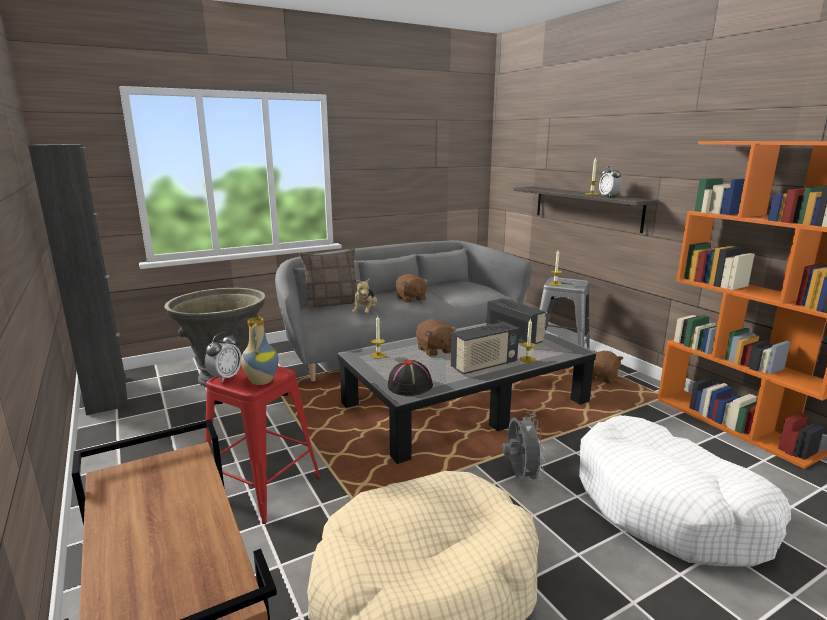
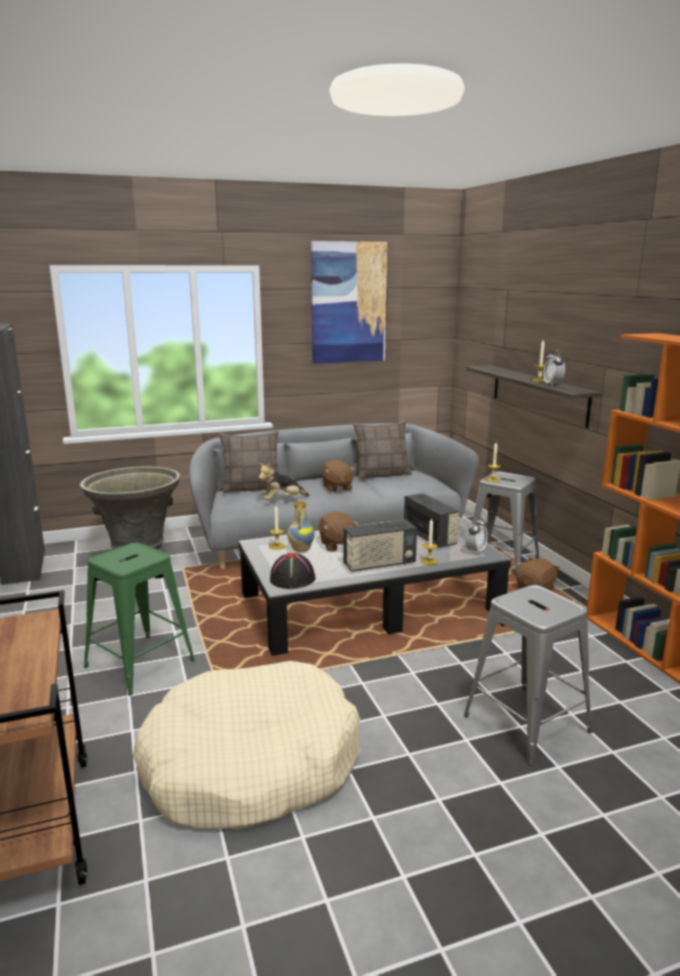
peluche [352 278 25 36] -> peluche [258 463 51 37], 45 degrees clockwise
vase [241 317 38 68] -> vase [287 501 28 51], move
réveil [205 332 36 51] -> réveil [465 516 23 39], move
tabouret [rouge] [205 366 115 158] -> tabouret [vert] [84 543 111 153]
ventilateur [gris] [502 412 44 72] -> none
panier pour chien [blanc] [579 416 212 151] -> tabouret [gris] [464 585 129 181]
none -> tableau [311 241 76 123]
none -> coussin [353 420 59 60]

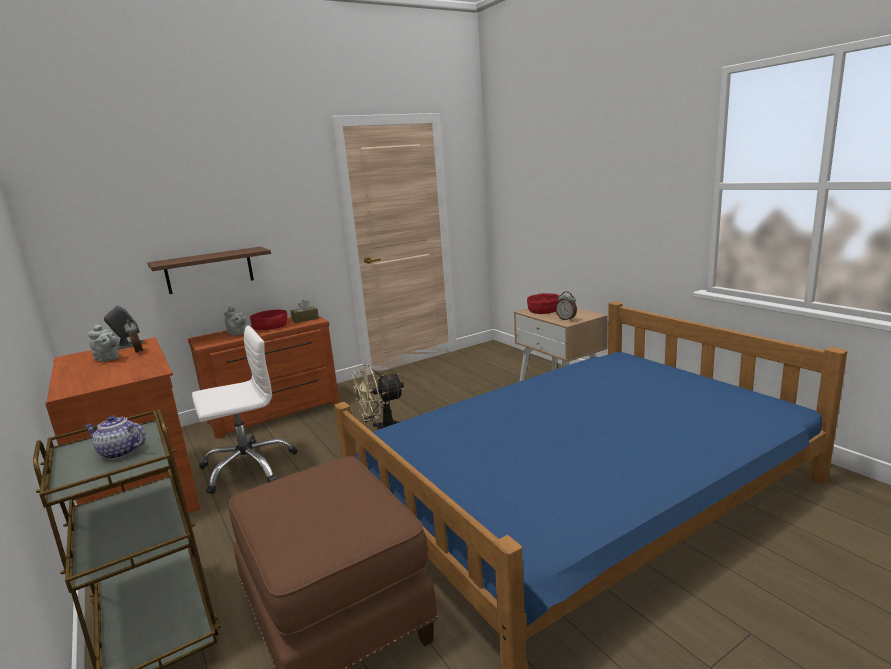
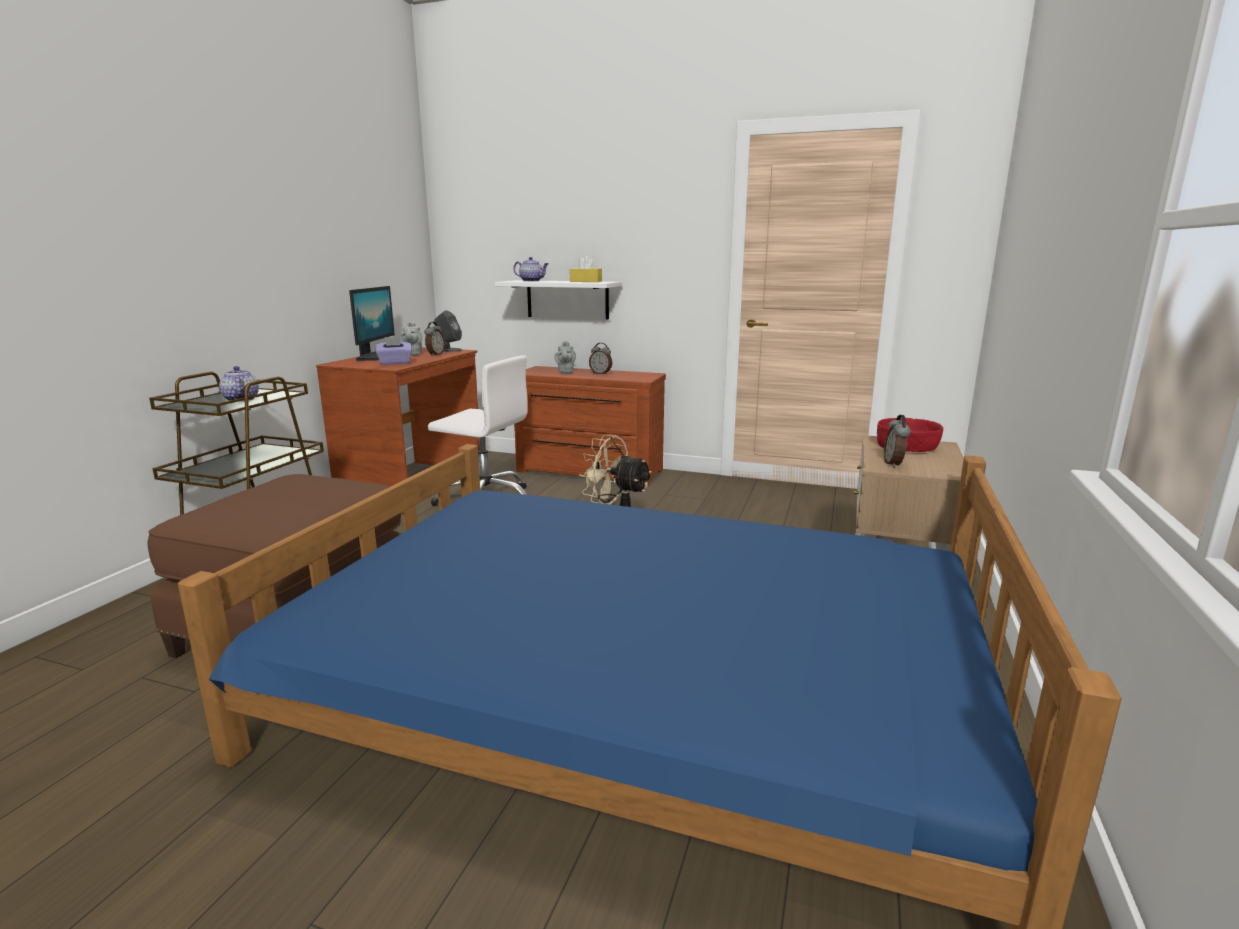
étagère [marron] [147 247 124 47] -> étagère [blanc] [495 280 127 39]
boîte à mouchoirs [marron] [291 300 28 23] -> none
bol [rouge] [250 309 37 21] -> réveil [589 343 23 32]
none -> boîte à mouchoirs [jaune] [570 256 32 26]
none -> théière [513 257 35 24]
none -> écran d'ordinateur [349 286 46 75]
none -> boîte à mouchoirs [violet] [376 337 36 28]

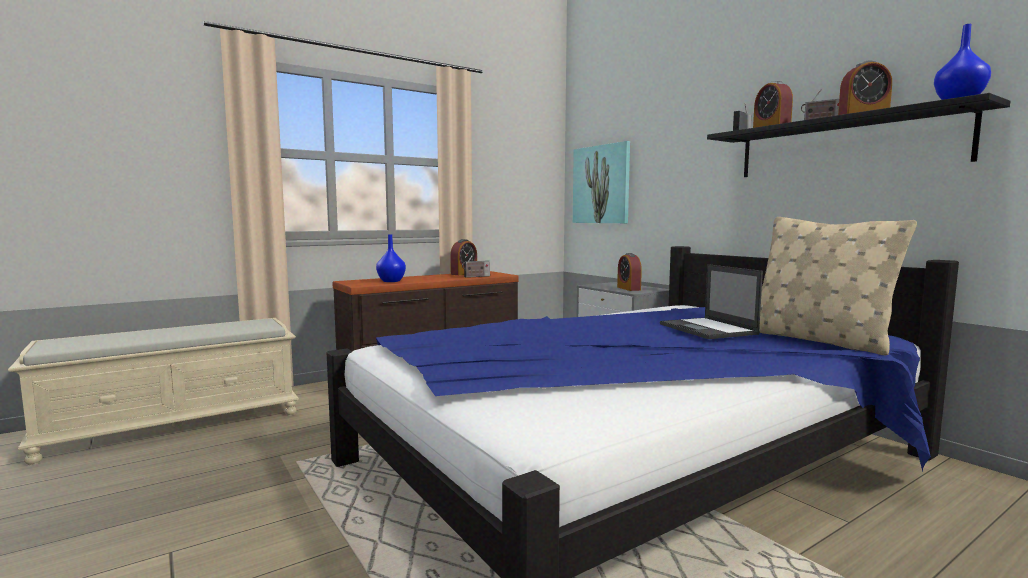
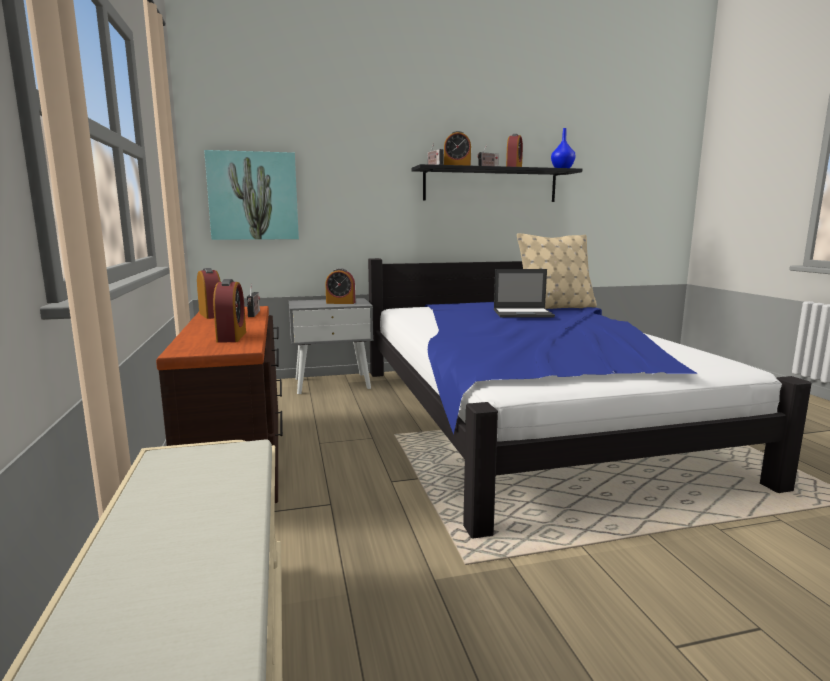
vase [bleu] [376 234 30 48] -> réveil [213 279 33 64]

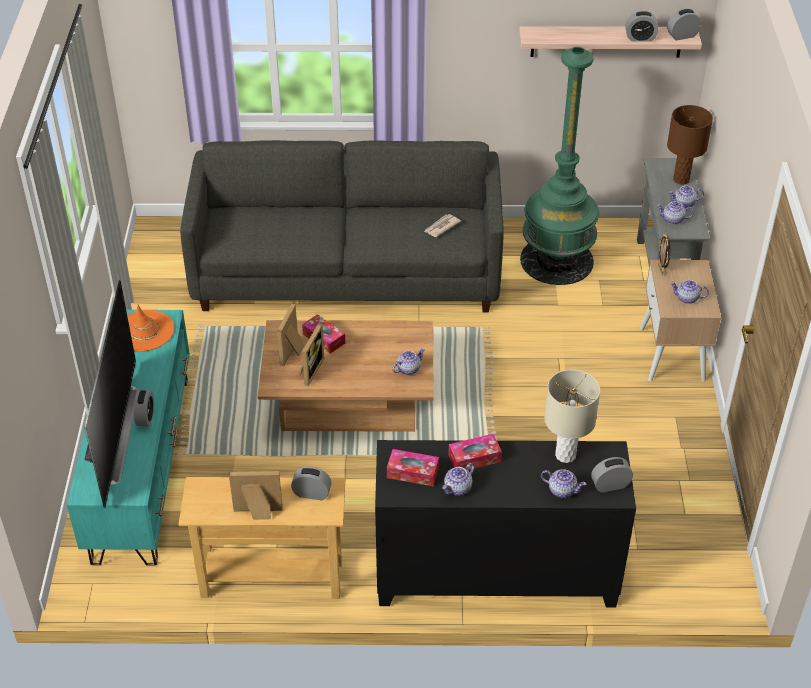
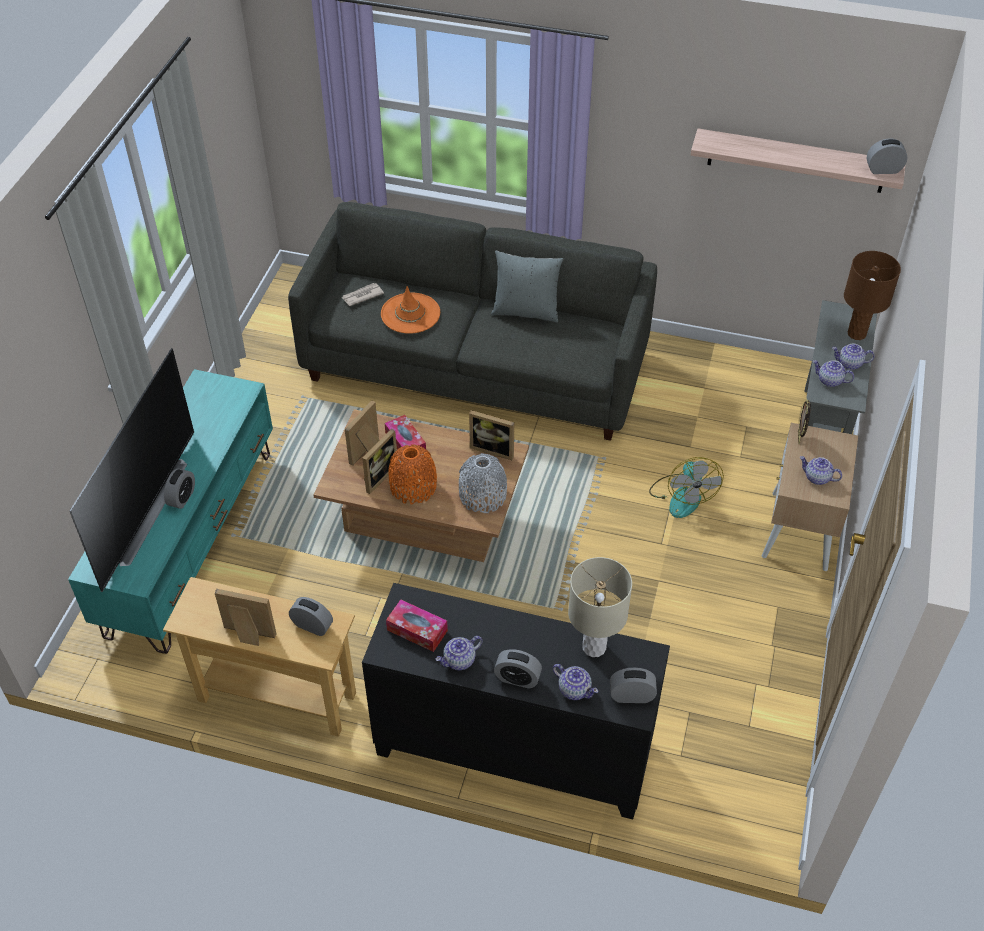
réveil [626 11 32 31] -> réveil [494 649 48 40], move
lampadaire [vert] [520 47 79 238] -> none
journal [424 214 37 23] -> journal [342 283 42 23], move
chapeau [orange] [127 305 48 46] -> chapeau [orange] [381 286 59 48], move
théière [392 348 33 27] -> vase [gris] [459 453 48 60]
boîte à mouchoirs [448 434 54 36] -> none
none -> coussin [gris] [491 251 72 72]
none -> cadre photo [469 410 45 50]
none -> vase [orange] [389 444 48 61]
none -> ventilateur [649 457 75 61]

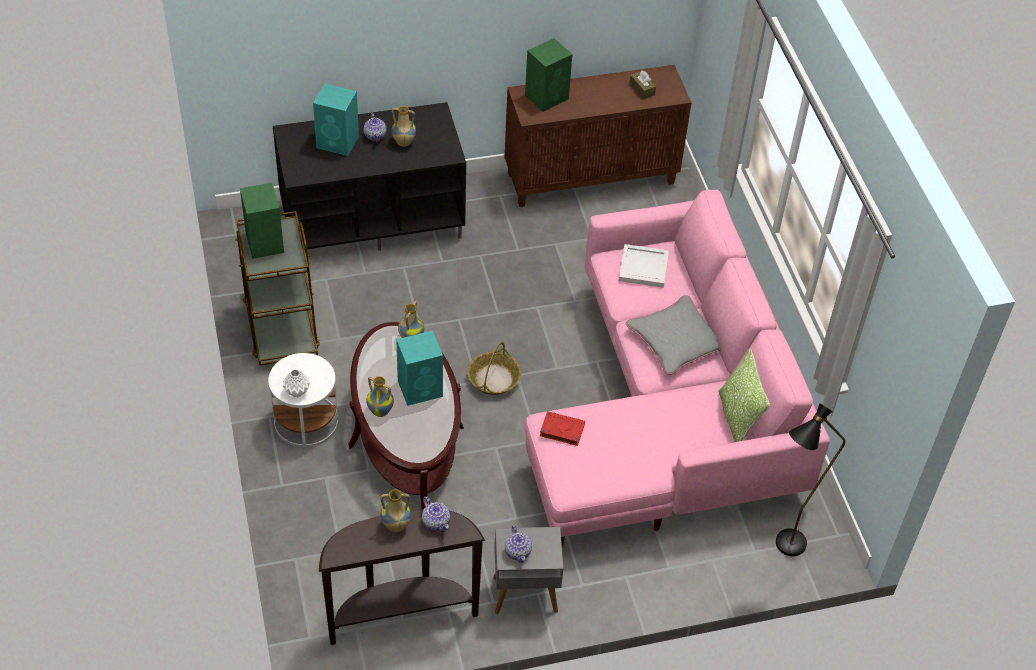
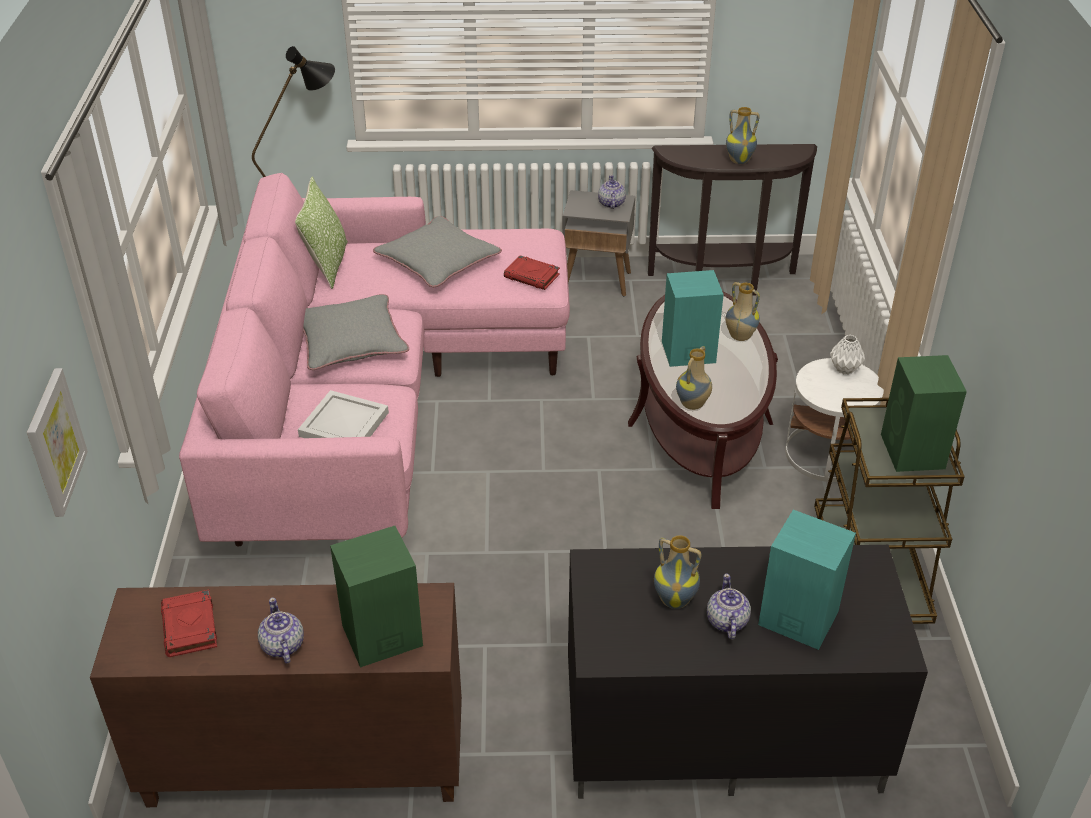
boîte à mouchoirs [marron] [629 70 27 29] -> livre [rouge] [161 590 56 67]
panier [467 342 54 53] -> none
théière [422 496 28 36] -> théière [258 597 46 67], move
none -> coussin [gris] [373 216 129 71]
none -> tableau [27 368 61 149]

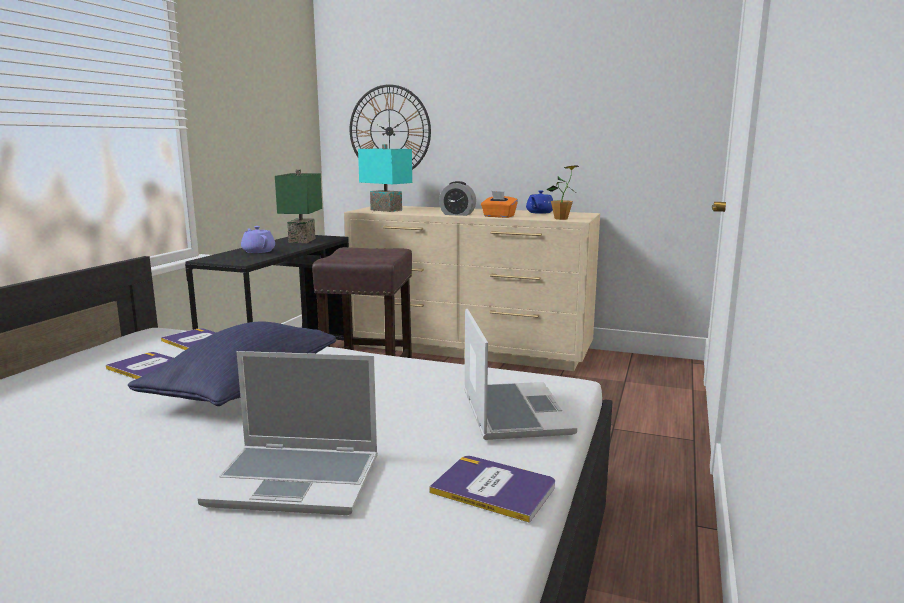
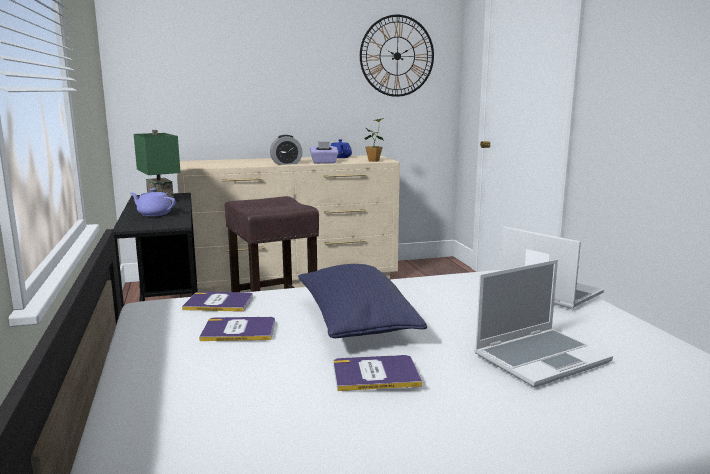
horloge murale [350 84 81 86] -> horloge murale [360 15 74 82], move
lampe de table [turquoise] [358 144 54 68] -> none
boîte à mouchoirs [orange] [481 191 37 27] -> boîte à mouchoirs [violet] [310 142 28 22]
livre [429 456 126 67] -> livre [333 355 89 36], move

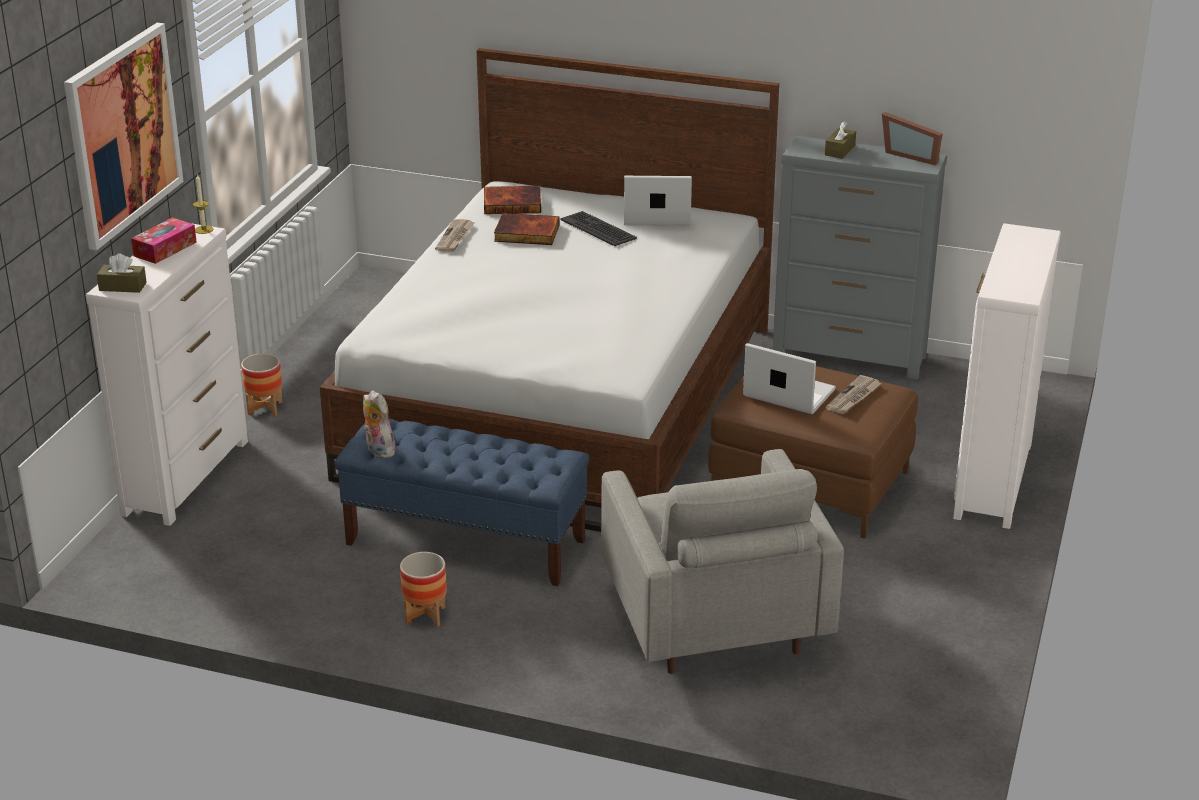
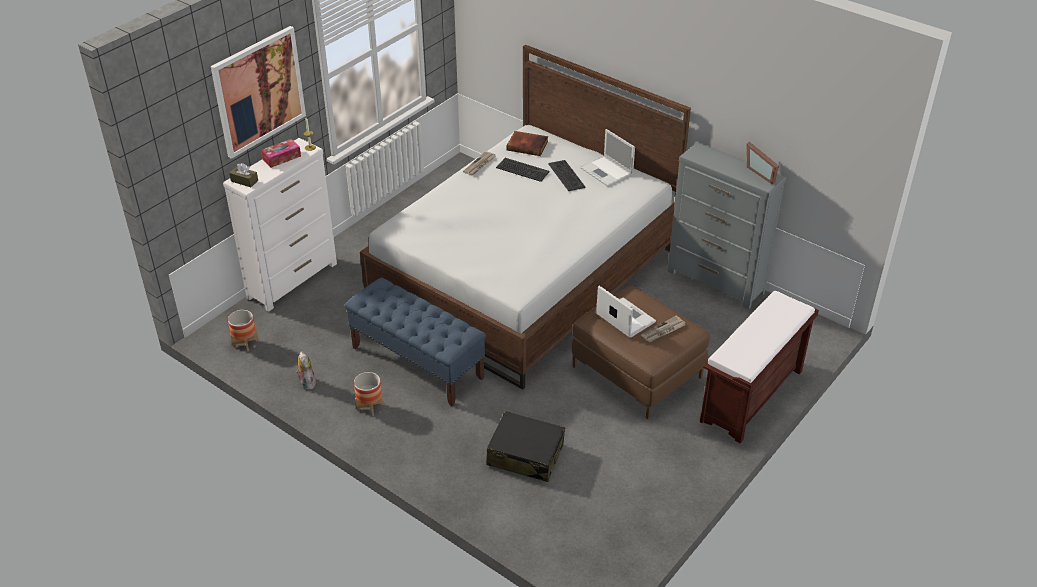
boîte à mouchoirs [marron] [825 121 31 38] -> none
ordinateur portable [624 176 68 50] -> ordinateur portable [580 129 55 58], 150 degrees counterclockwise
livre [494 213 66 32] -> clavier [496 158 54 24]
commode [blanc] [953 223 108 306] -> banc [marron] [700 290 119 153]
cache-pot [241 353 42 63] -> cache-pot [228 310 31 42], move
peluche [363 390 32 68] -> peluche [296 351 20 39], move
fauteuil [gris] [601 449 243 225] -> valise [noir] [486 411 79 71]

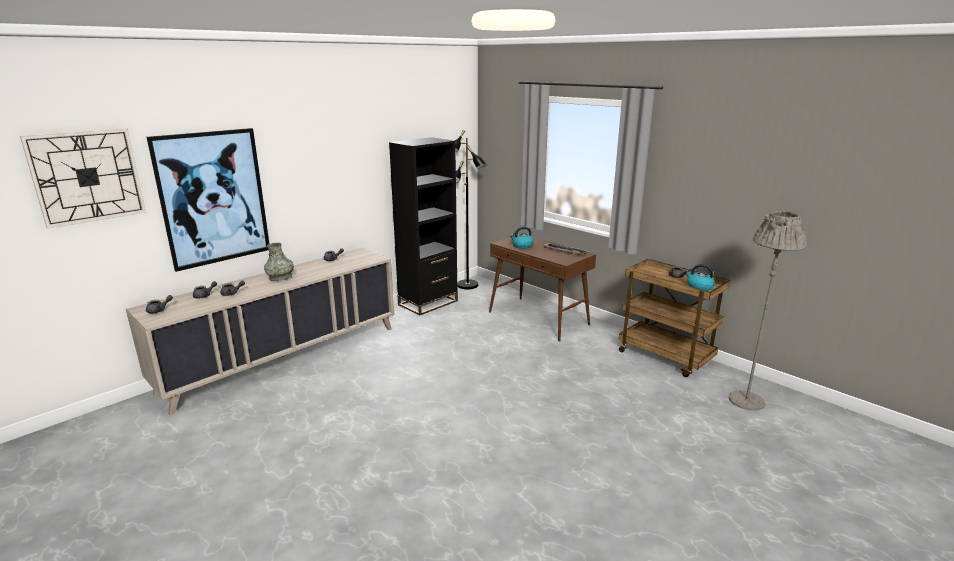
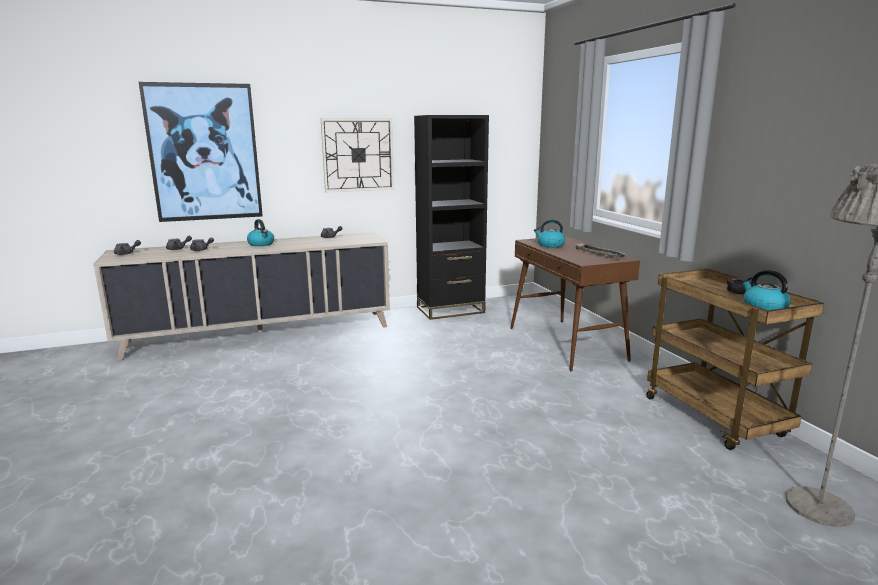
horloge murale [20 128 126 101] -> horloge murale [321 118 73 74], move
lampadaire [noir] [454 130 33 159] -> none
vase [gris] [264 243 30 38] -> bouilloire [247 219 27 27]

